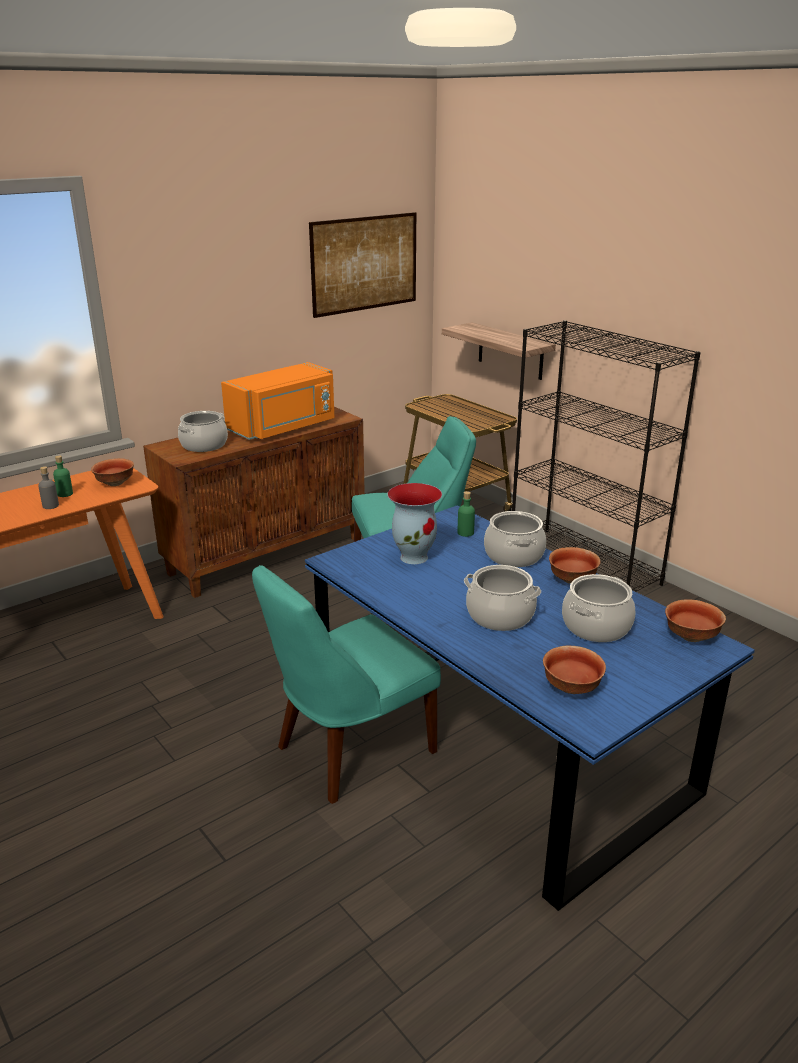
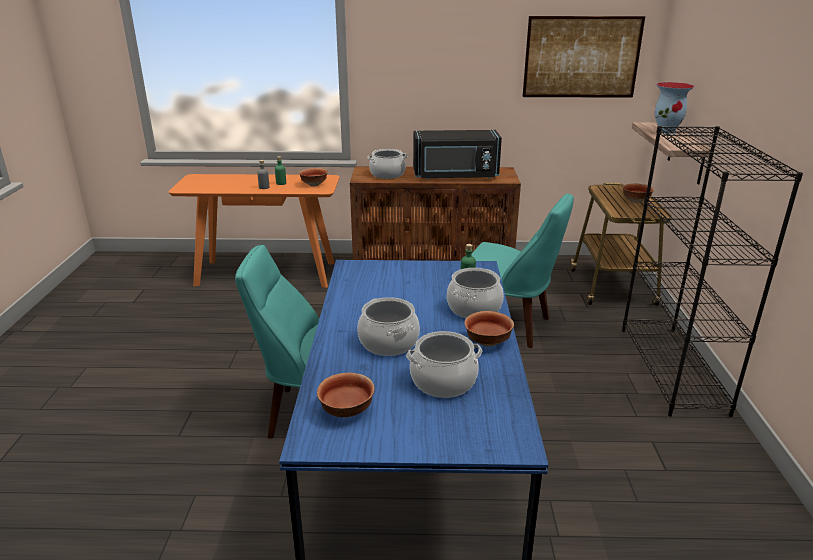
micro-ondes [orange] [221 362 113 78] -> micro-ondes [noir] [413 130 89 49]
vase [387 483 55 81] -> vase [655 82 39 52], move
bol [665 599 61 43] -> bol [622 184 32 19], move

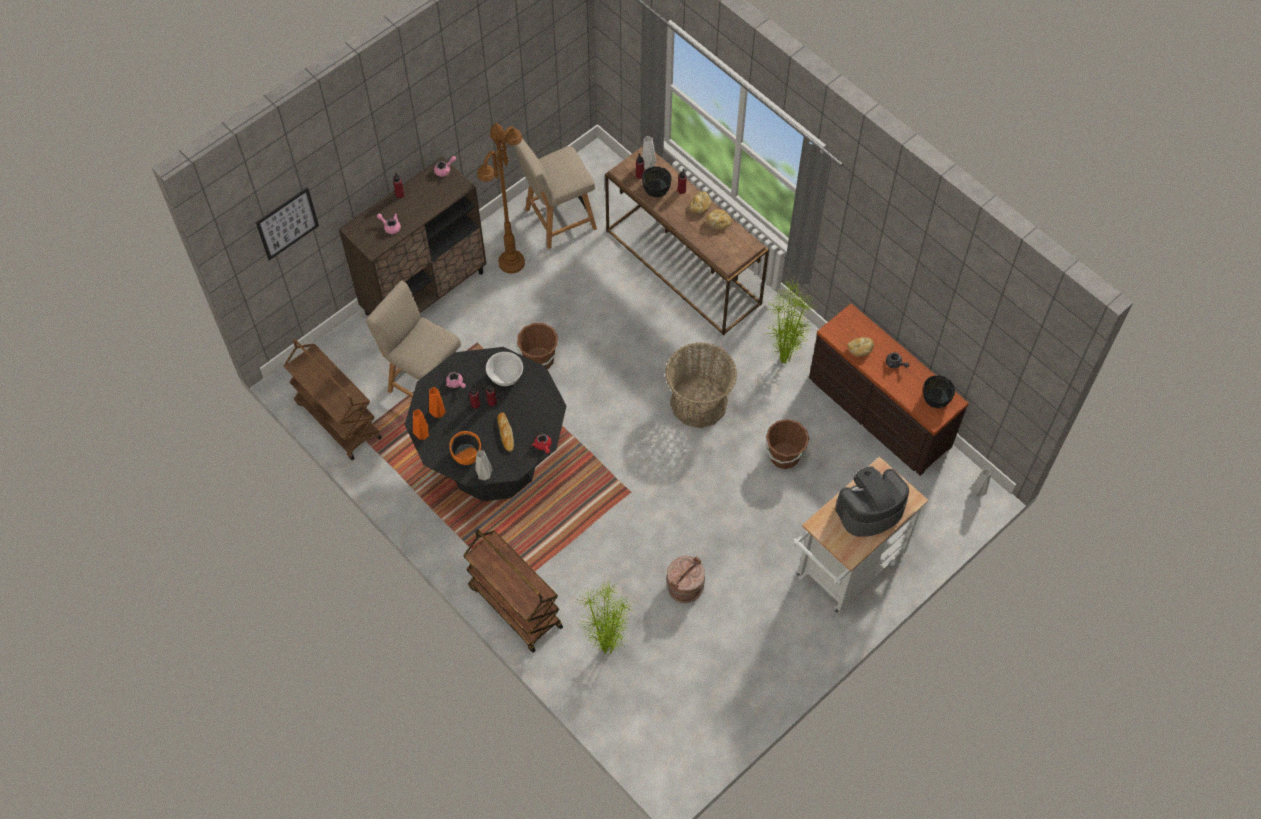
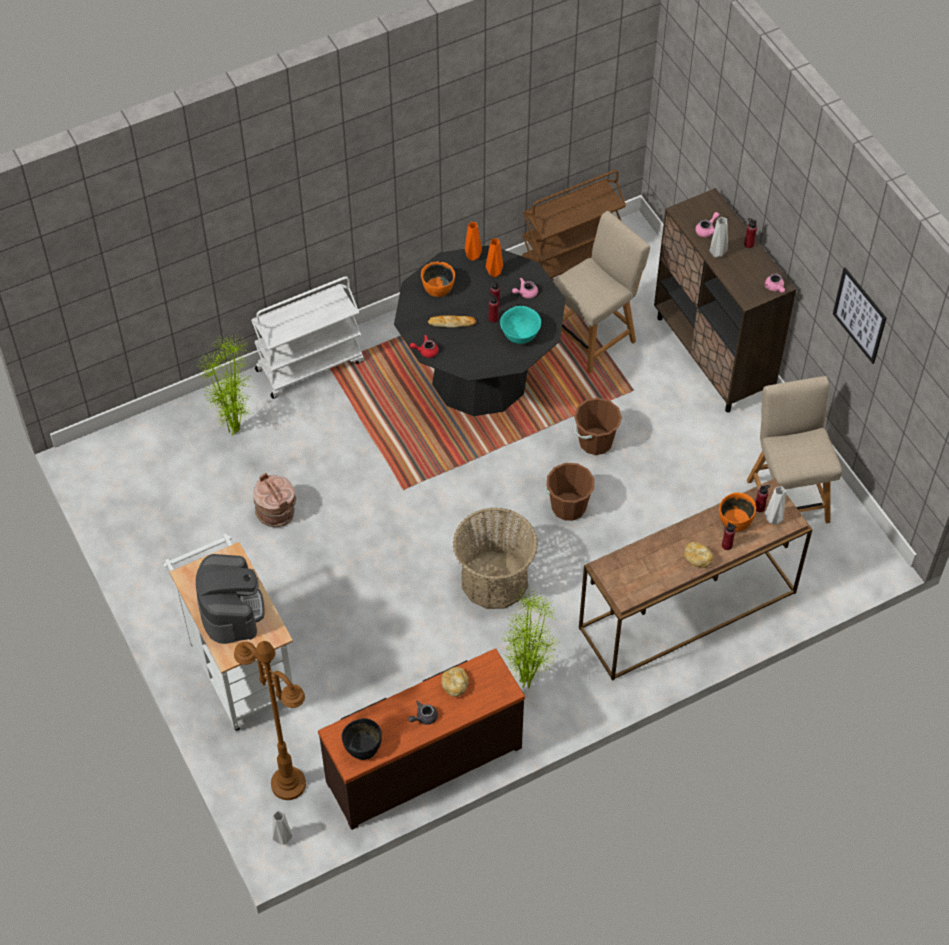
lampadaire [marron] [477 123 48 151] -> lampadaire [marron] [234 641 72 159], move
bol [noir] [642 166 30 31] -> bol [orange] [719 492 37 40]
tableau [256 187 63 73] -> tableau [833 268 54 96], move
pain [706 209 25 20] -> none
bol [blanc] [486 352 37 34] -> bol [turquoise] [500 306 41 38]
seau [marron] [766 419 43 50] -> seau [marron] [545 463 50 58], move
vase [gris] [475 451 18 29] -> vase [gris] [710 217 18 40], move
chariot [marron] [463 529 100 124] -> chariot [blanc] [251 276 113 123]

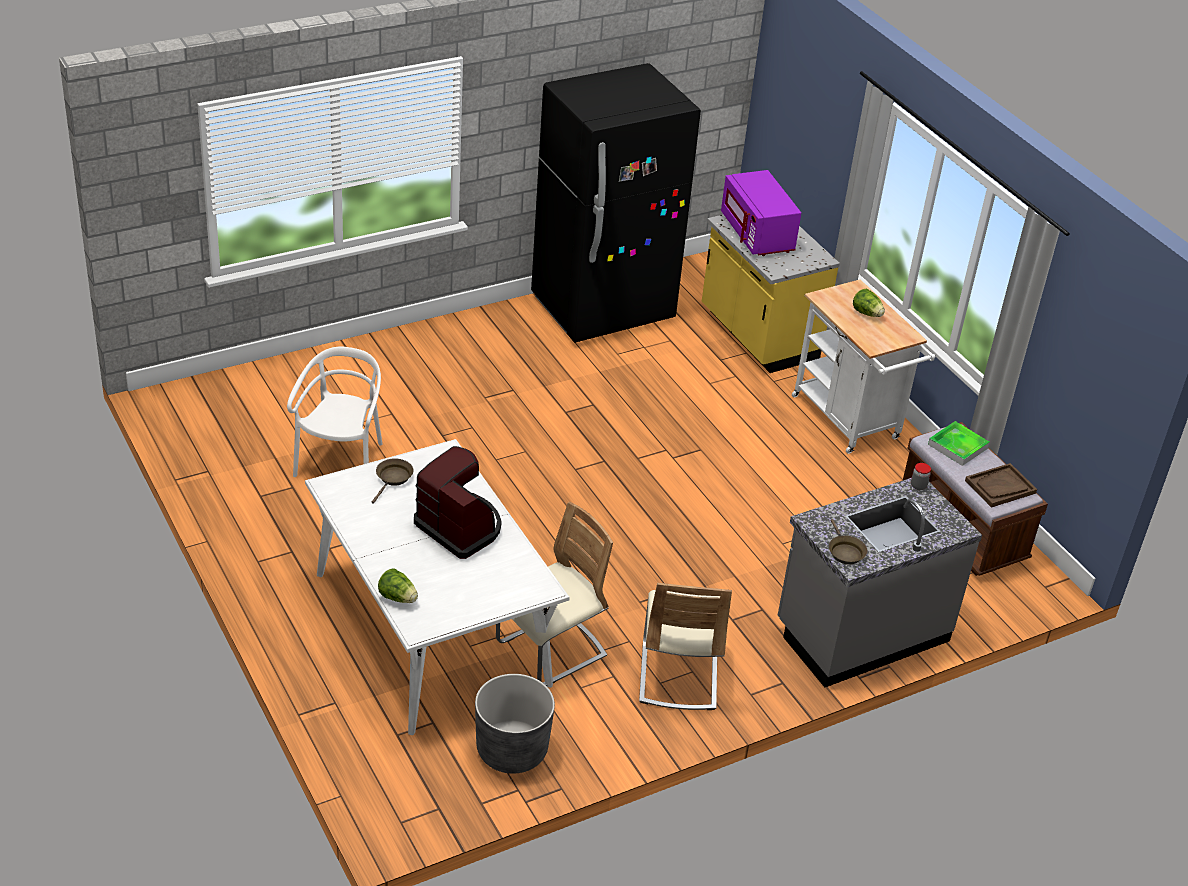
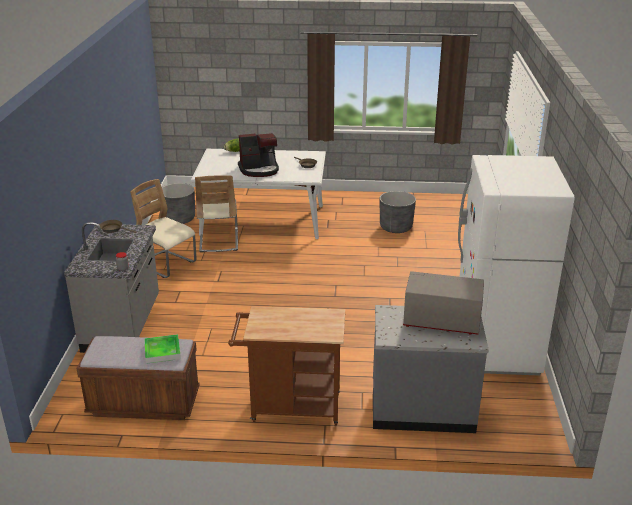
réfrigérateur [noir] [531 63 170 280] -> réfrigérateur [blanc] [458 155 116 221]
micro-ondes [violet] [721 170 80 86] -> micro-ondes [gris] [403 271 81 64]
comptoir de cuisine [jaune] [702 214 138 159] -> comptoir de cuisine [gris] [373 305 116 128]
chariot [blanc] [792 280 143 174] -> chariot [marron] [228 306 117 120]
laitue [853 289 32 28] -> none
chaise [blanc] [287 346 96 131] -> cache-pot [gris] [380 191 36 42]
plateau [marron] [965 463 72 45] -> none

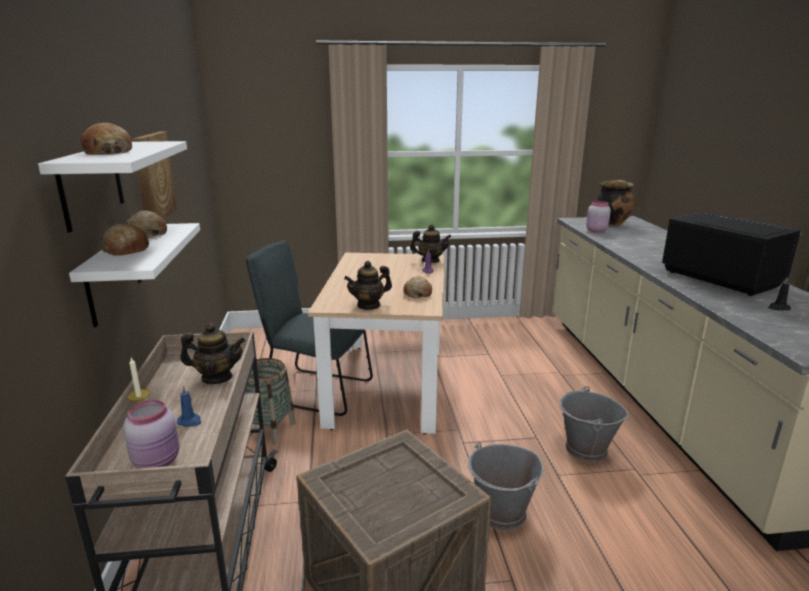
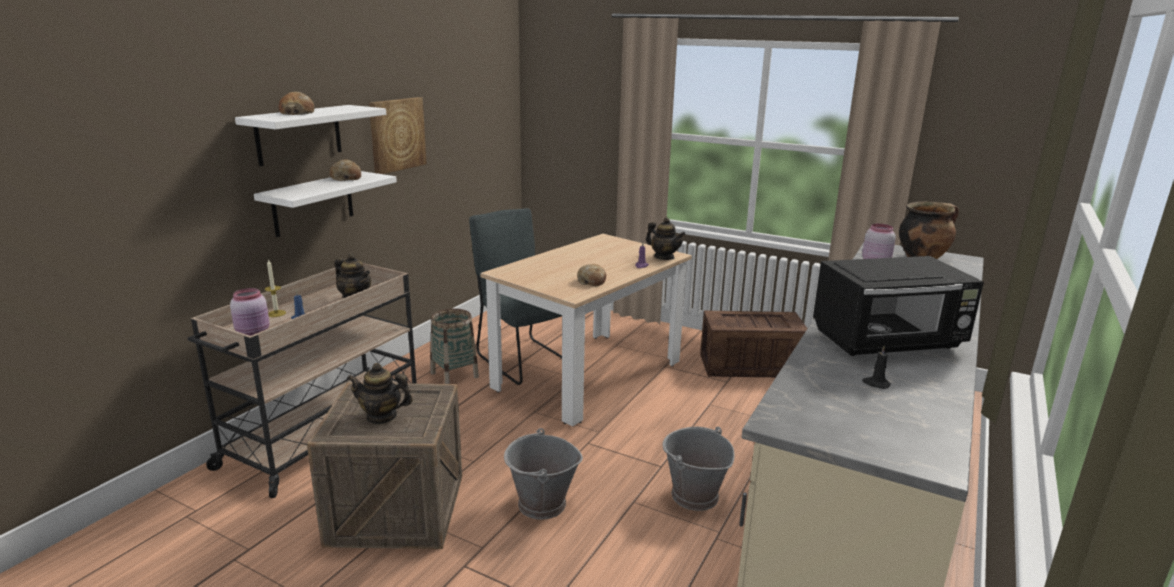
micro-ondes [noir] [662 212 140 84] -> micro-ondes [noir] [813 256 171 100], 75 degrees clockwise
pain [102 224 47 32] -> none
théière [344 261 48 49] -> théière [347 363 66 61], move
none -> caisse [700 311 108 66]

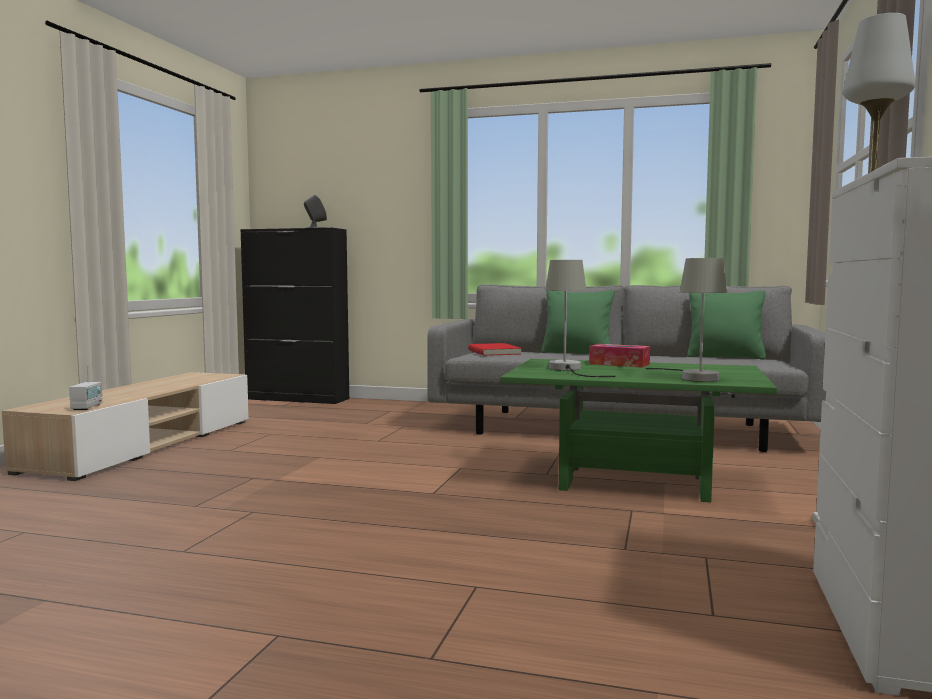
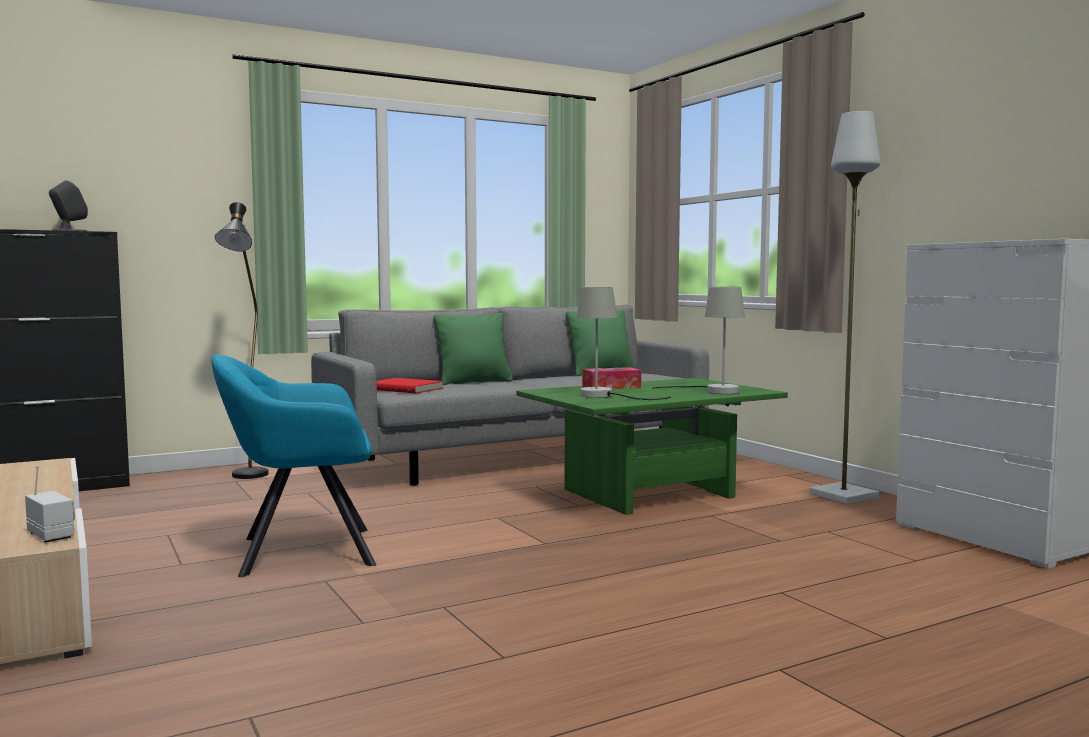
none -> lampadaire [noir] [215 202 54 277]
none -> fauteuil [turquoise] [211 354 165 223]

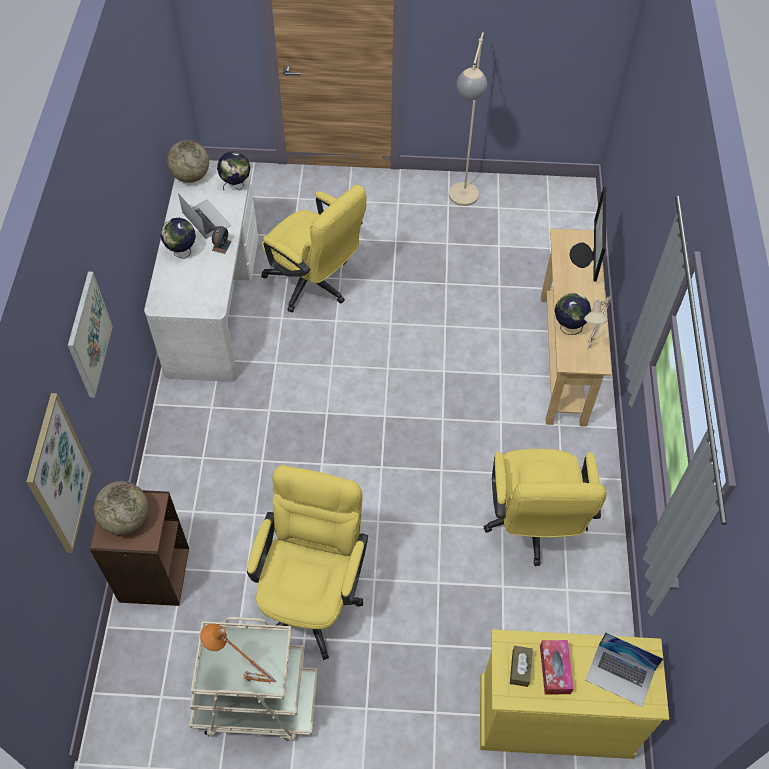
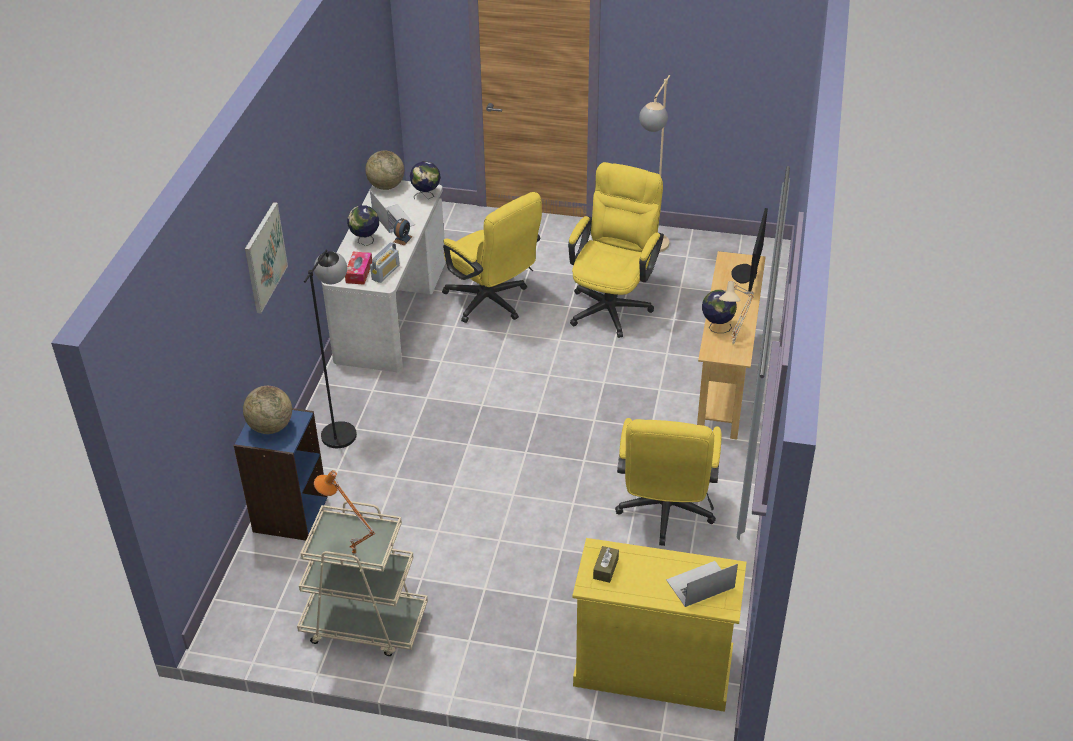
tableau [26 393 66 160] -> none
chaise de bureau [jaune] [247 465 121 195] -> chaise de bureau [jaune] [568 162 96 176], move
bibliothèque [marron] [90 490 99 116] -> bibliothèque [bleu] [234 408 94 132]
ordinateur portable [585 633 79 74] -> ordinateur portable [666 561 72 46], 120 degrees clockwise
boîte à mouchoirs [540 640 34 55] -> boîte à mouchoirs [345 252 27 33], move
none -> radio [370 242 30 41]
none -> lampadaire [noir] [304 250 53 198]

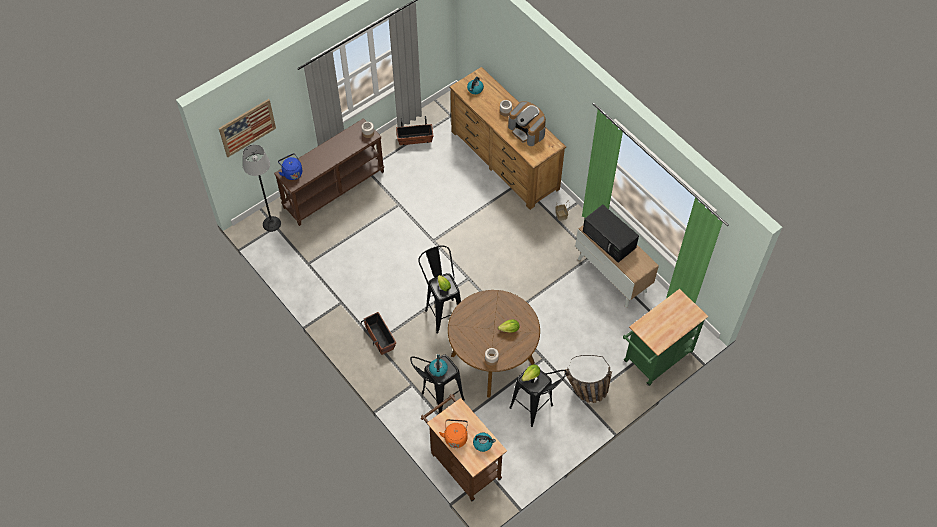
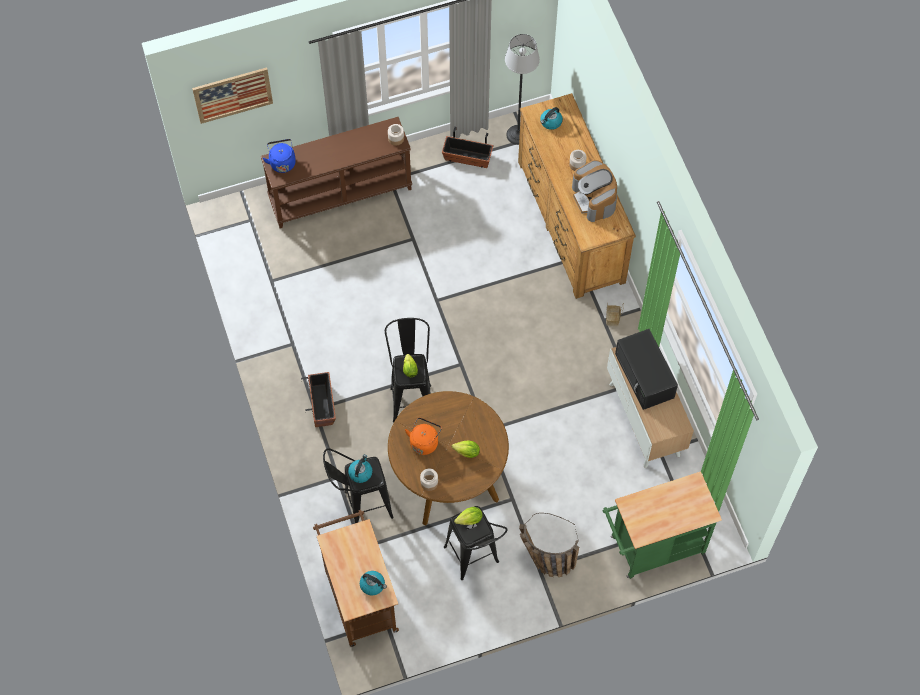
lampadaire [243 145 38 87] -> lampadaire [505 34 35 111], move
bouilloire [orange] [439 419 29 29] -> bouilloire [orange] [405 418 37 37], move

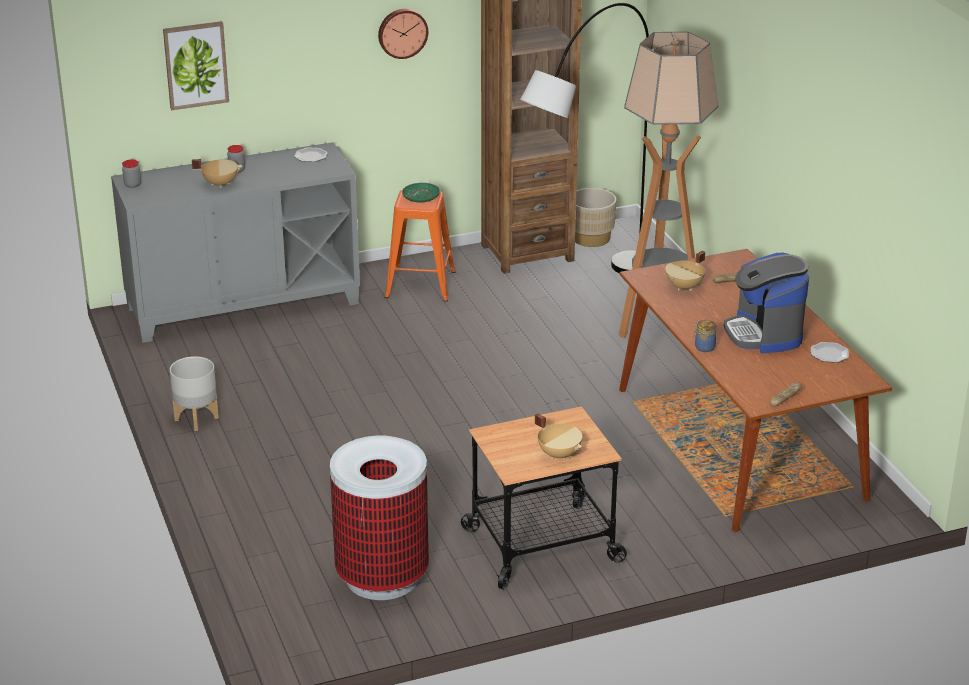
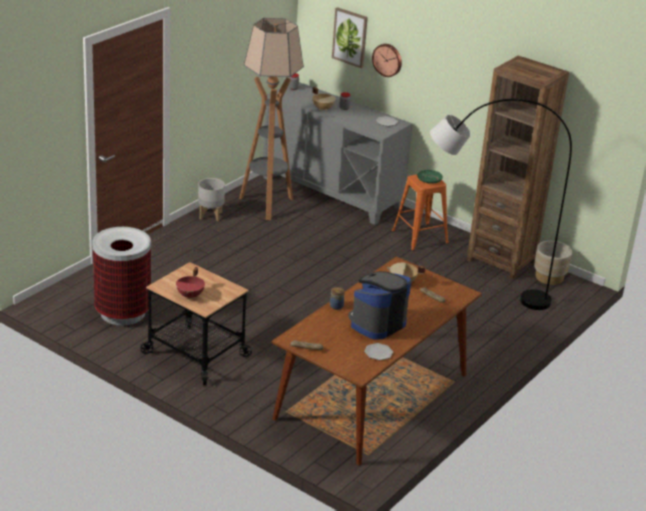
horloge murale [378 9 50 50] -> horloge murale [372 44 30 33], move
lampadaire [619 32 100 306] -> lampadaire [239 18 65 202], move
marmite [beige] [535 413 47 46] -> marmite [rouge] [176 267 29 32]

